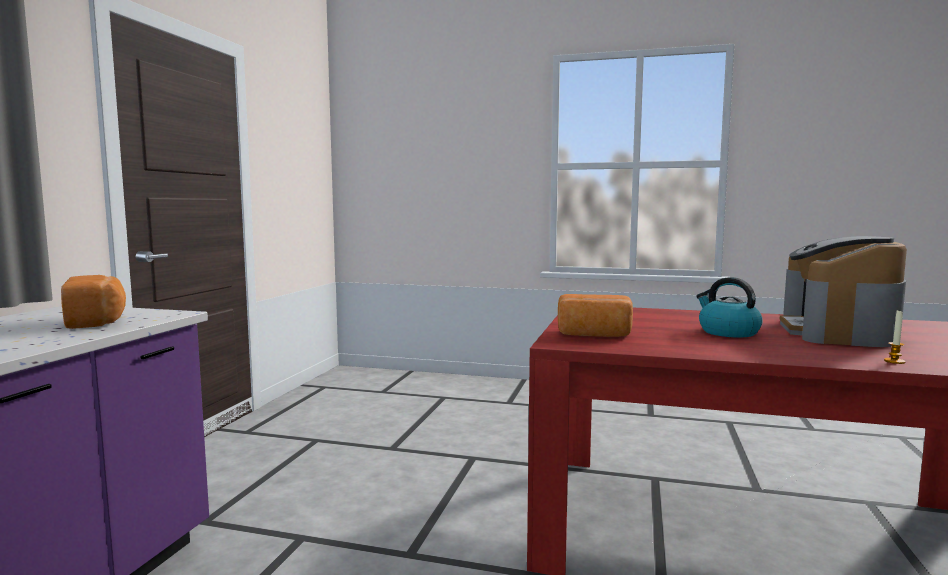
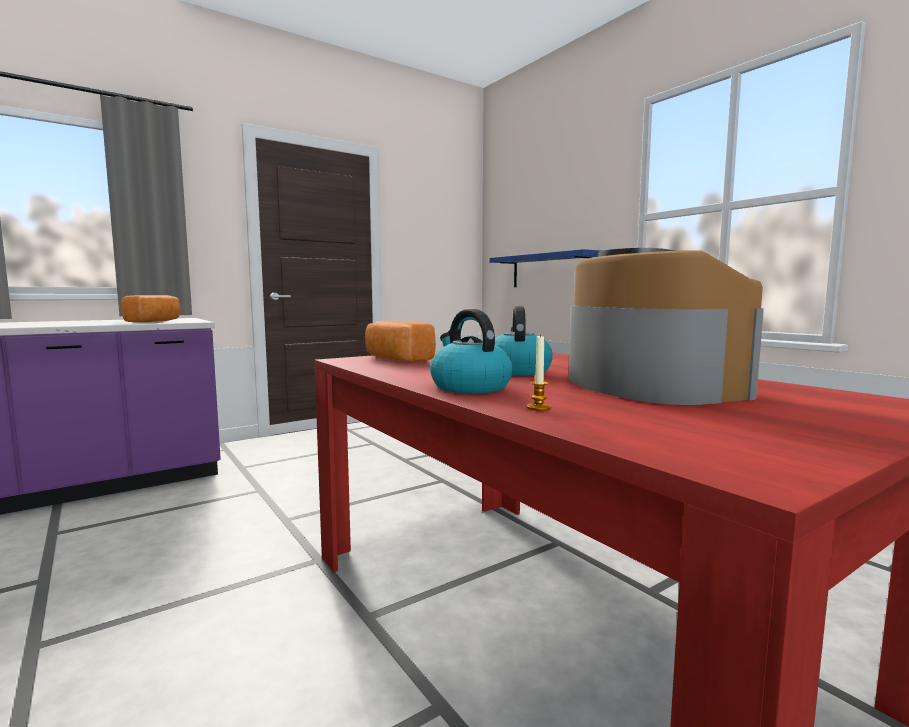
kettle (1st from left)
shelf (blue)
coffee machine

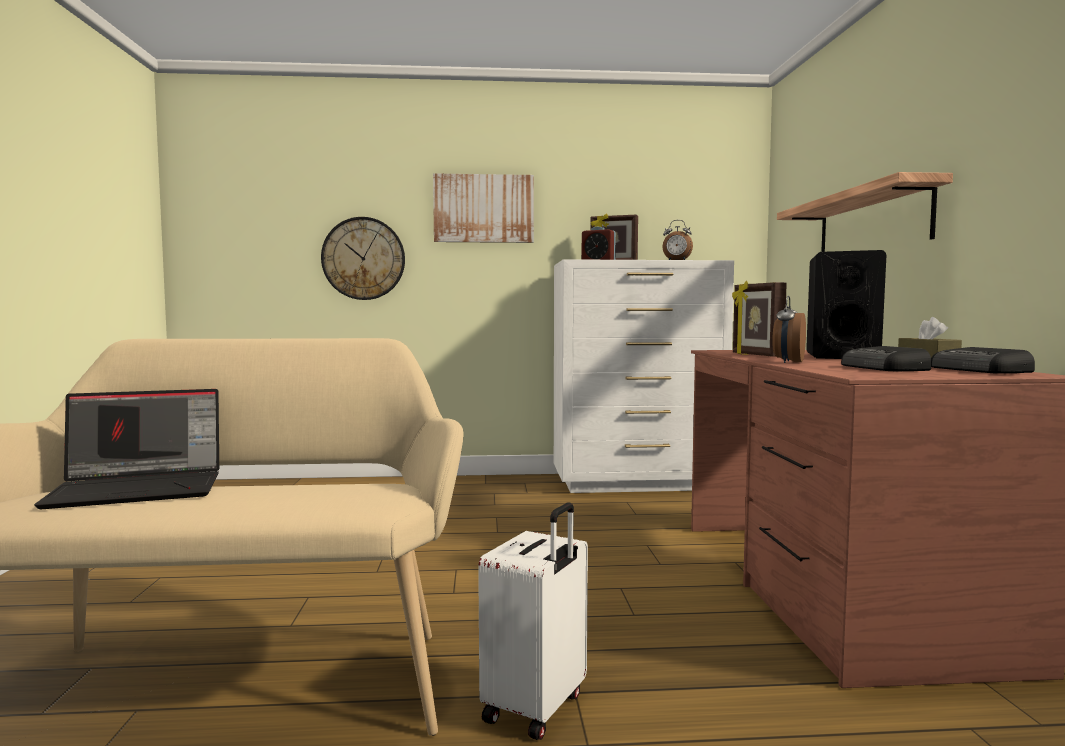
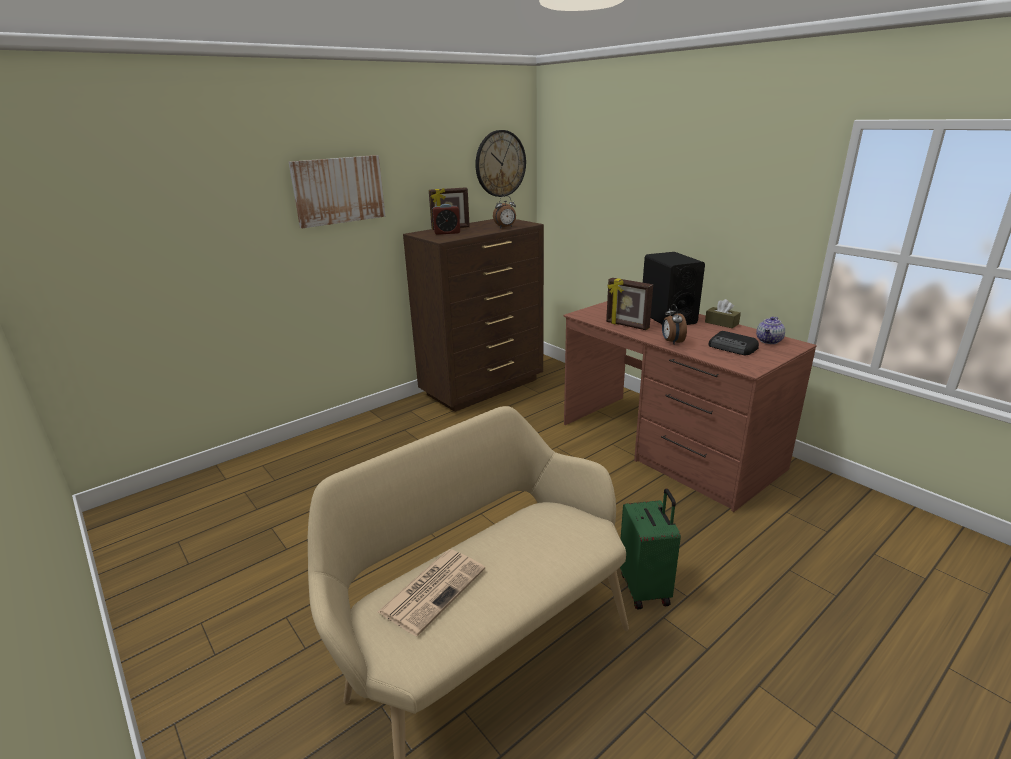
shelf
wall clock
newspaper
teapot
suitcase (green)
dresser (brown)

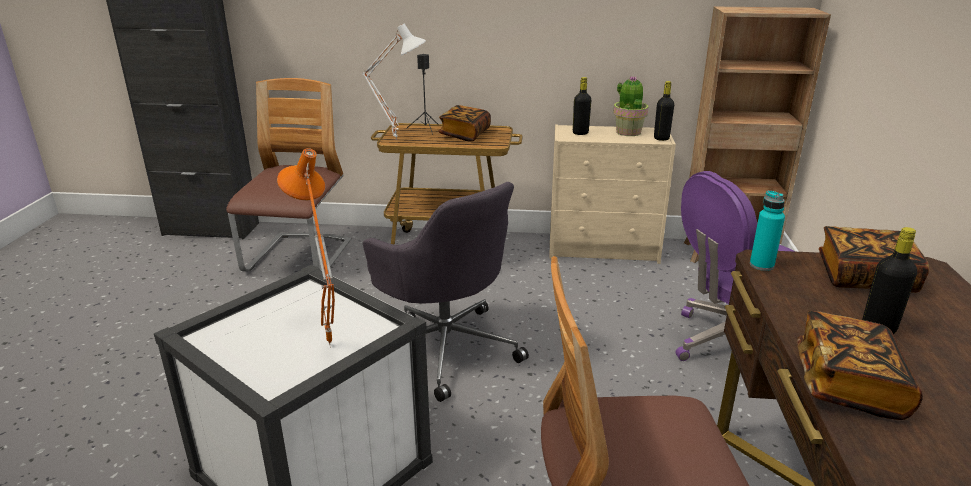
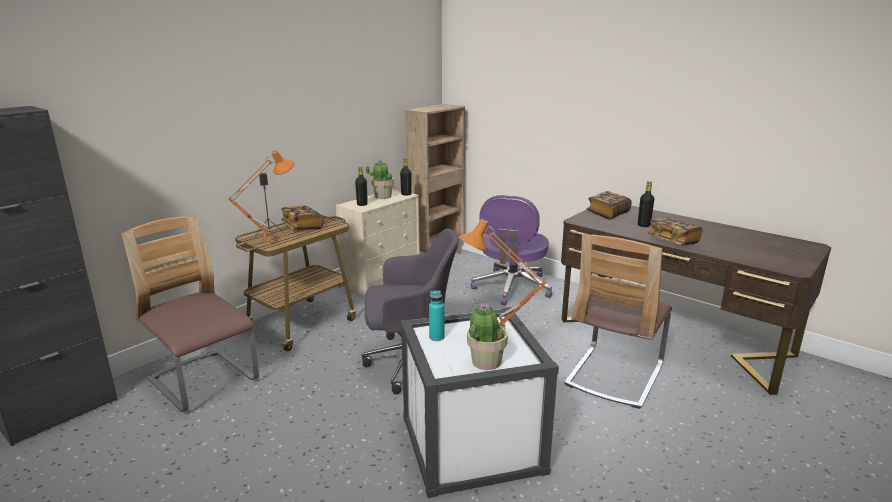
potted plant (2nd from left)
bottle (turquoise)
table lamp (orange) (1st from left)

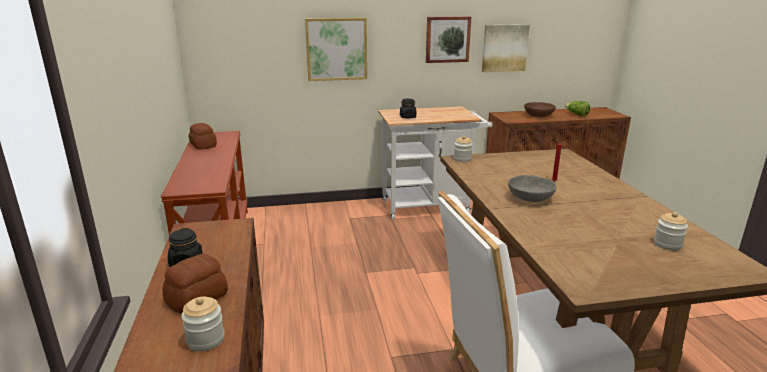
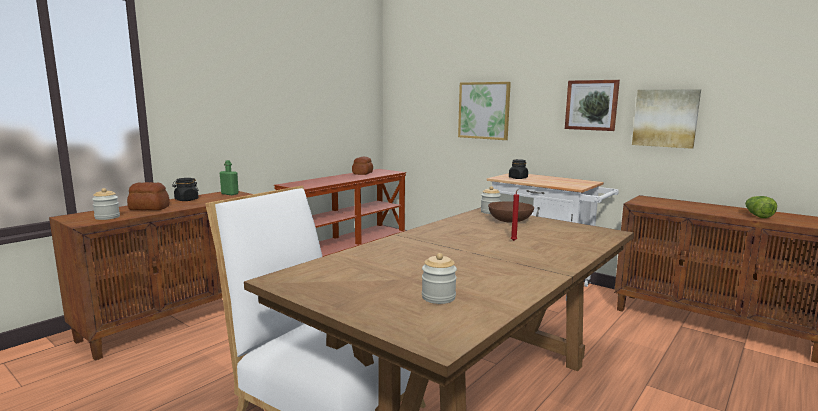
bowl (grey)
bottle (green)
bowl (brown)

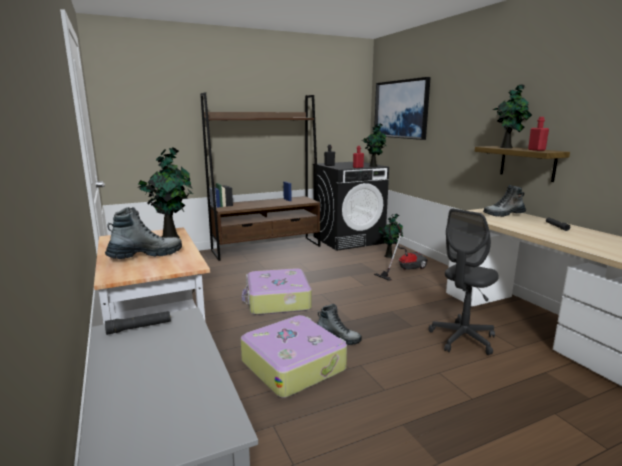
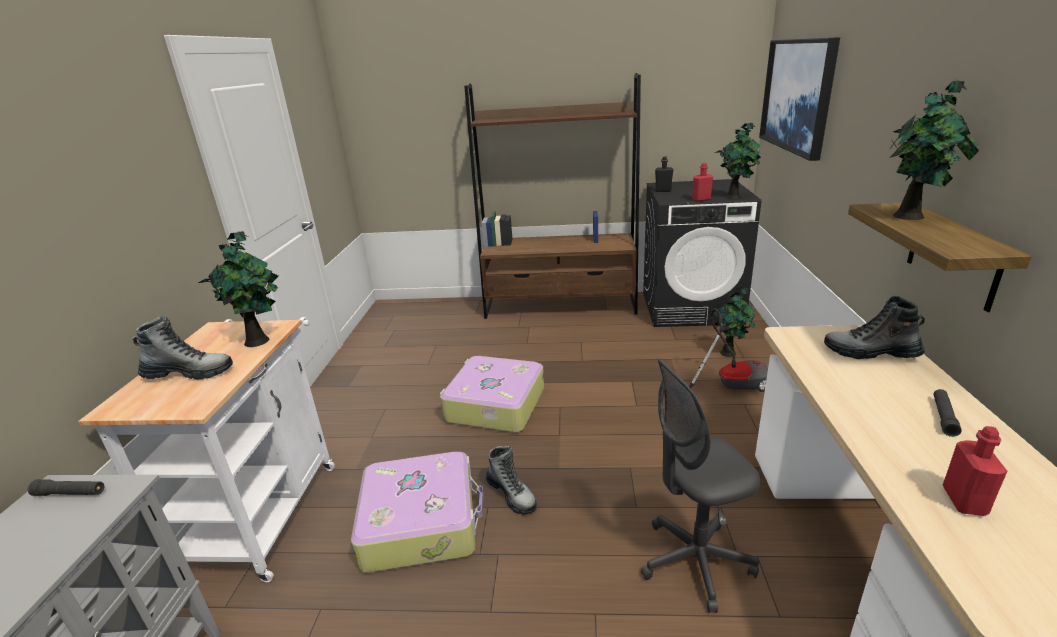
bottle (red) (2nd from left)

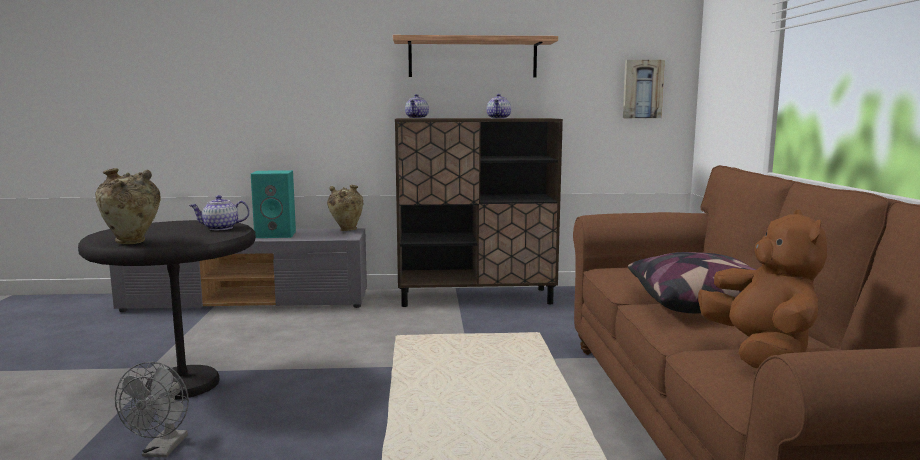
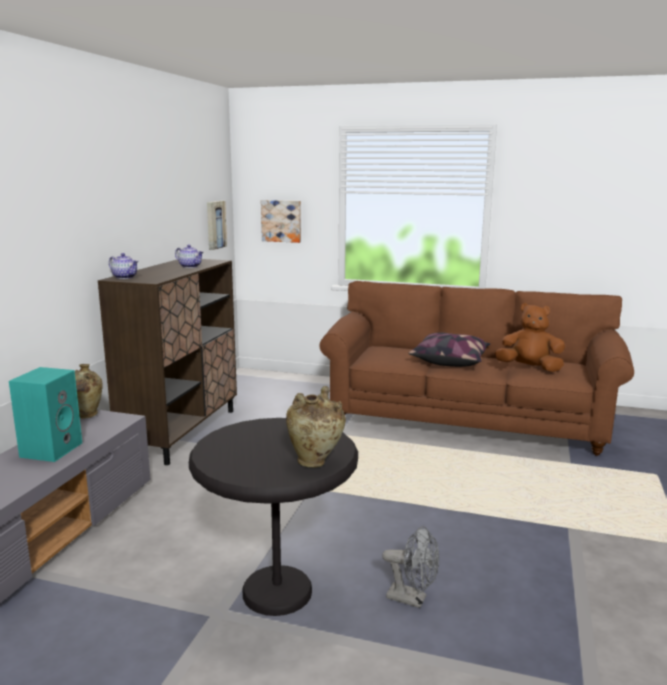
teapot (1st from left in the first image)
shelf
picture (2nd from left)

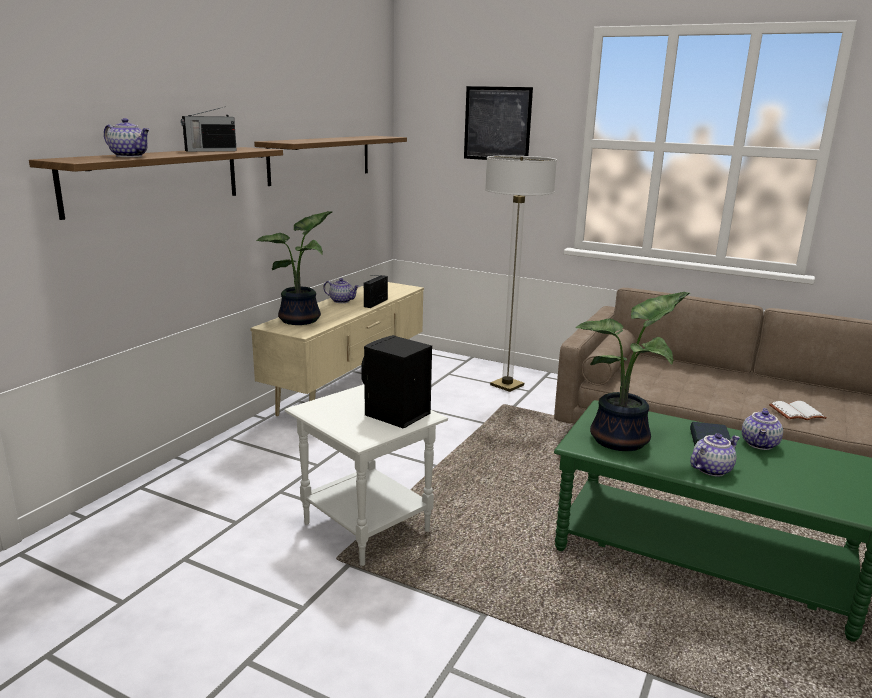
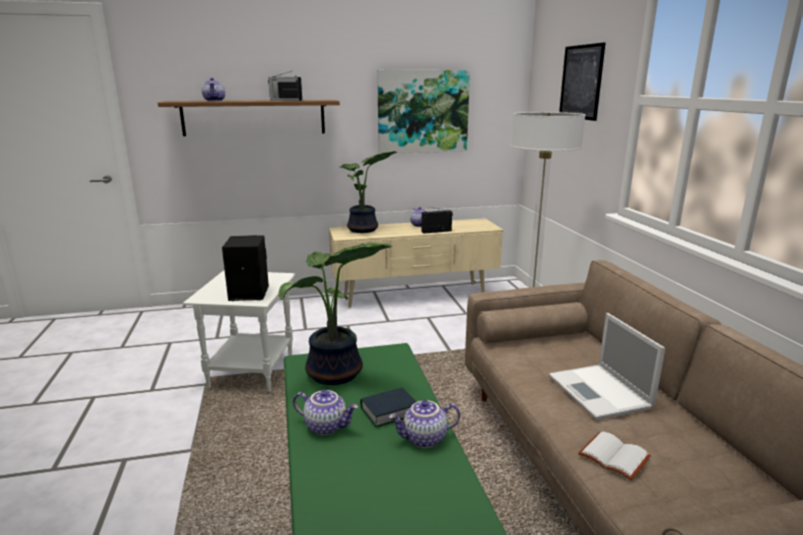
laptop
picture (1st from left)

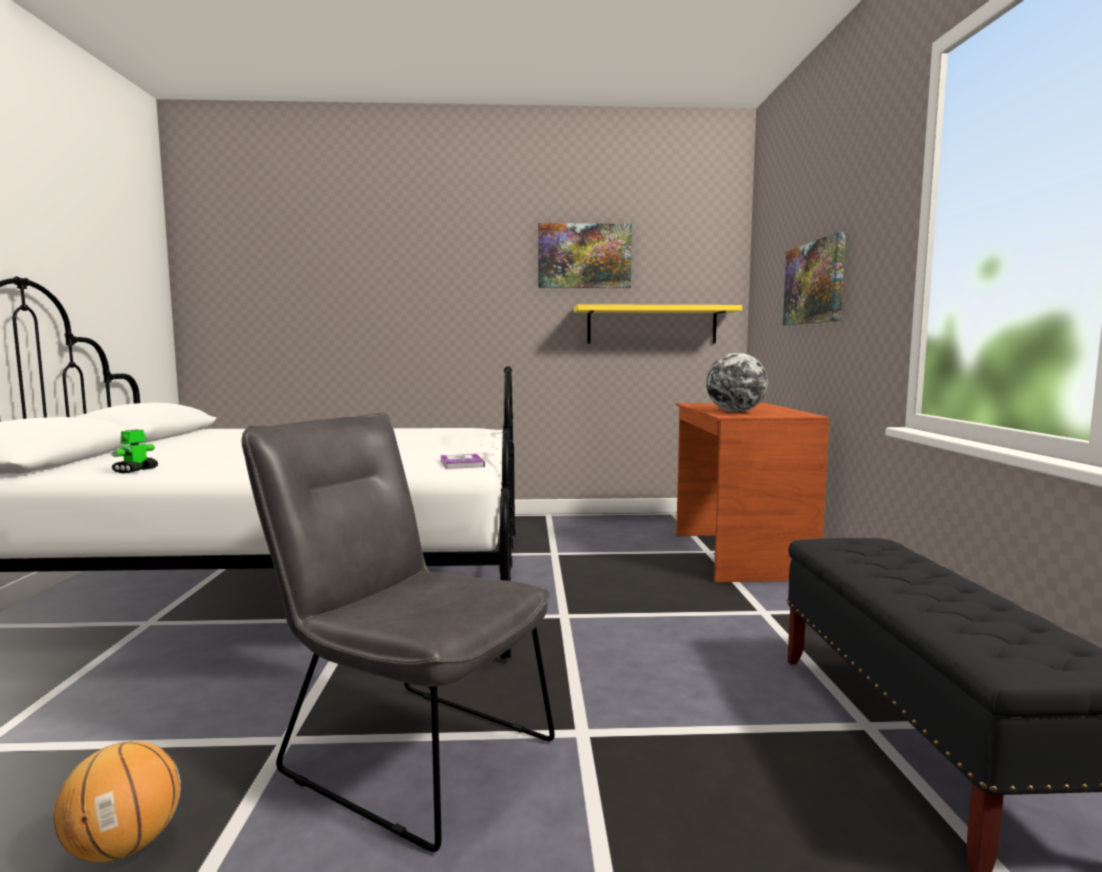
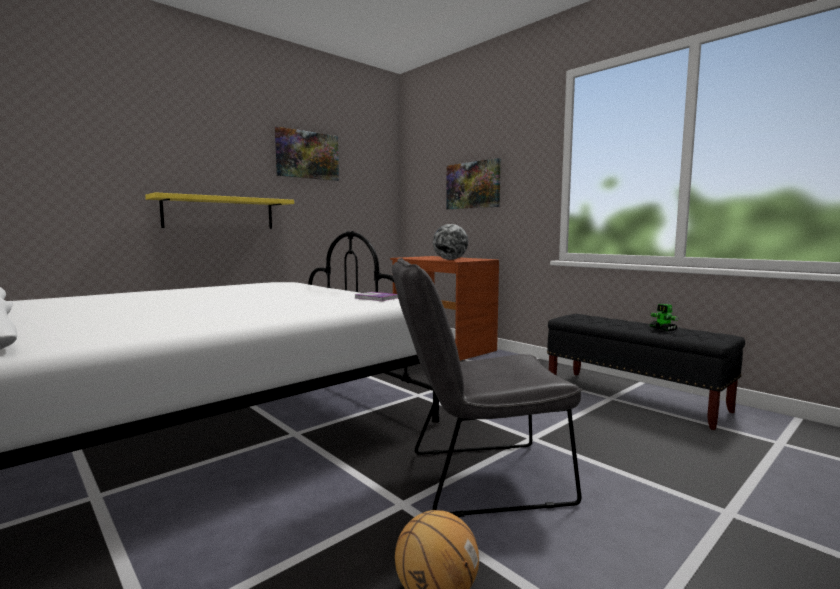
toy robot
shelf (yellow)

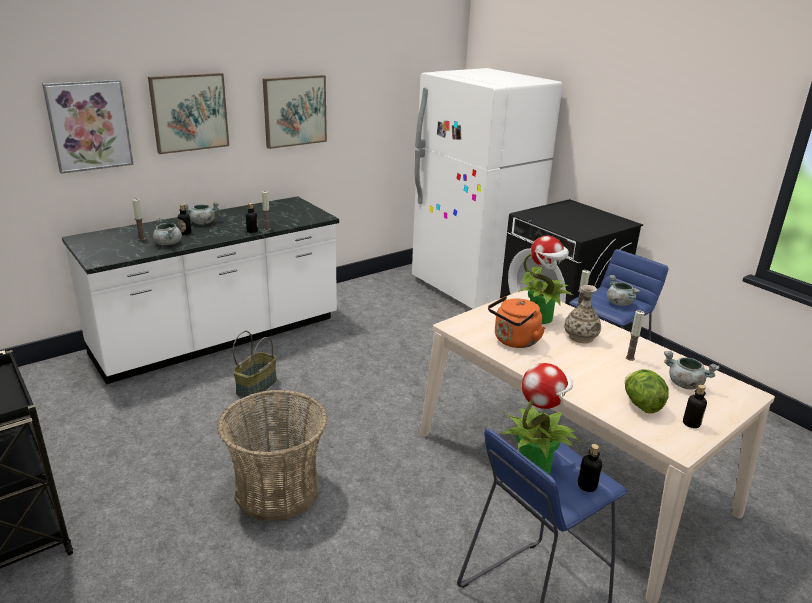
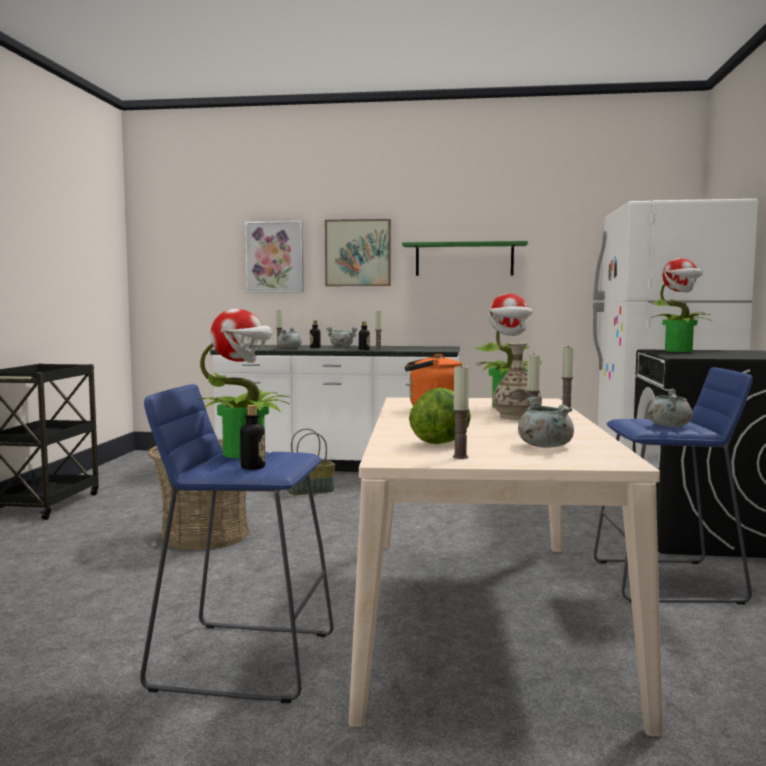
potted plant (3rd from left)
shelf (green)
candle (3rd from left)

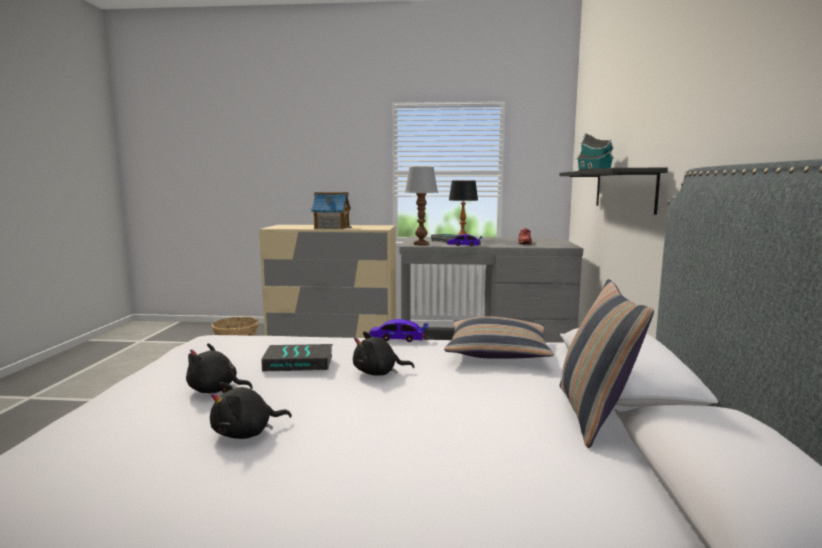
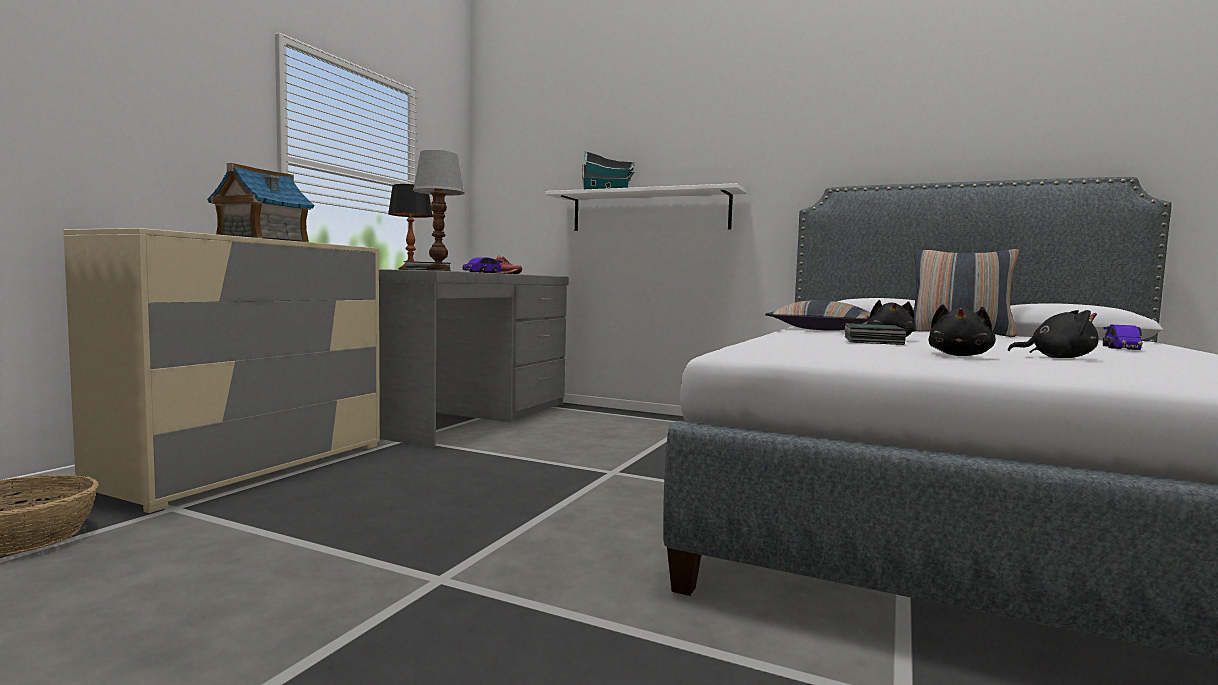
toy car (2nd from left)
shelf (white)
plush toy (black) (3rd from left)

